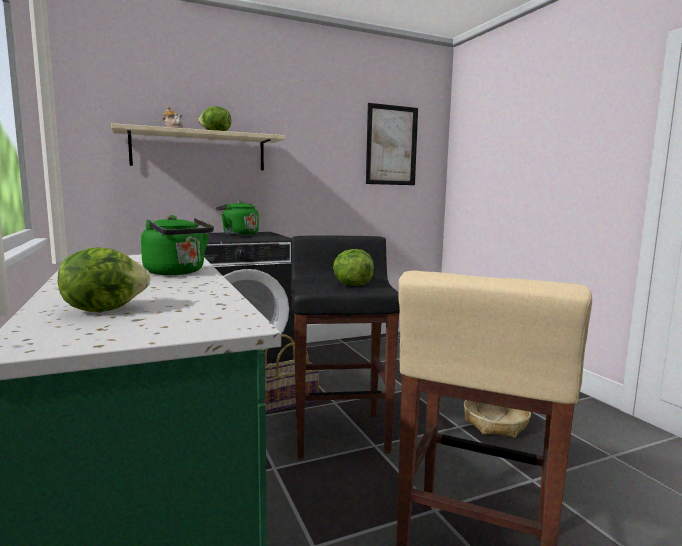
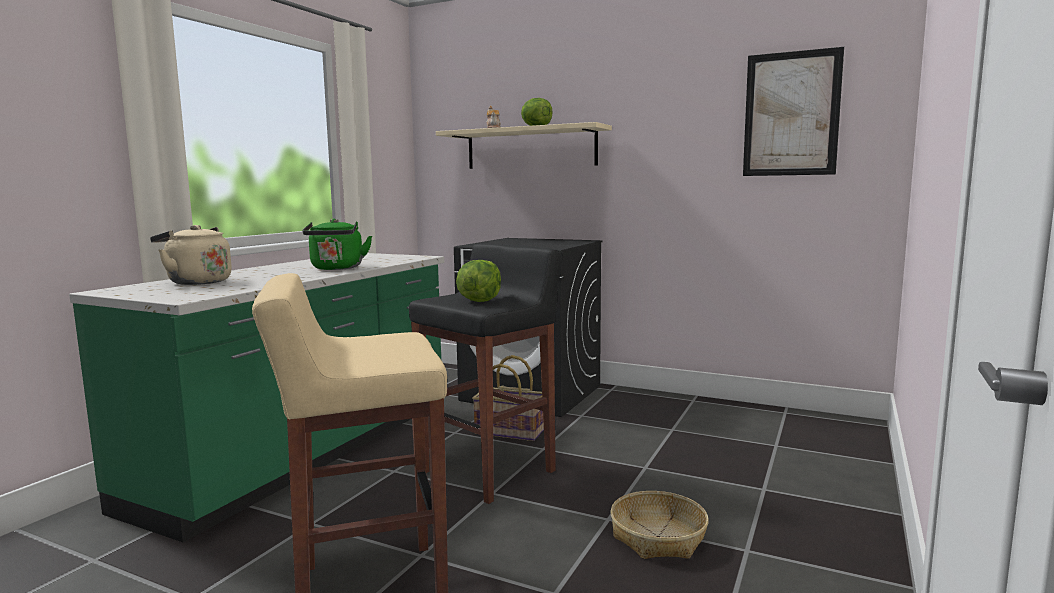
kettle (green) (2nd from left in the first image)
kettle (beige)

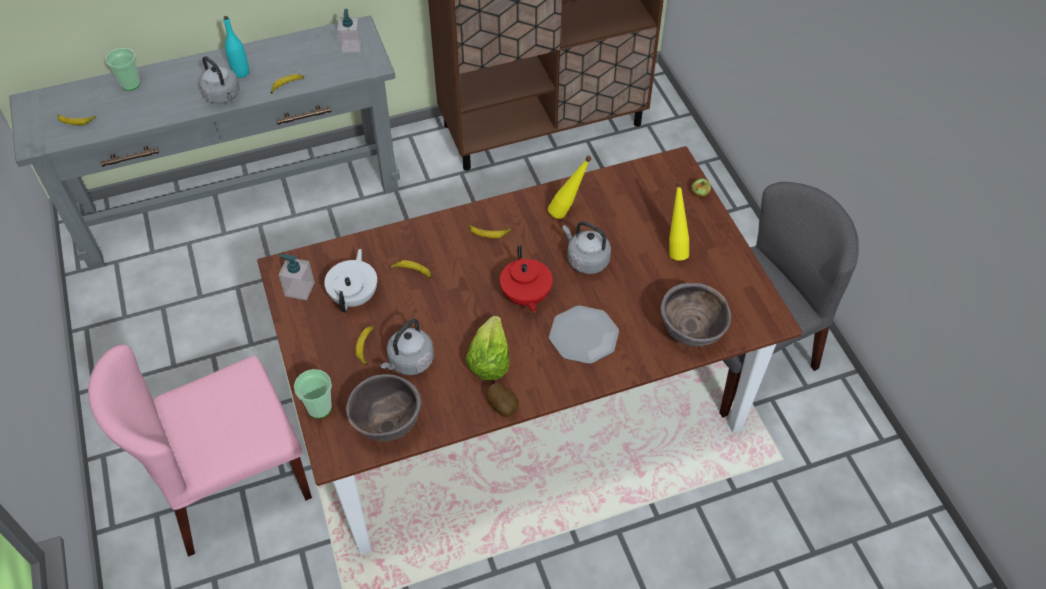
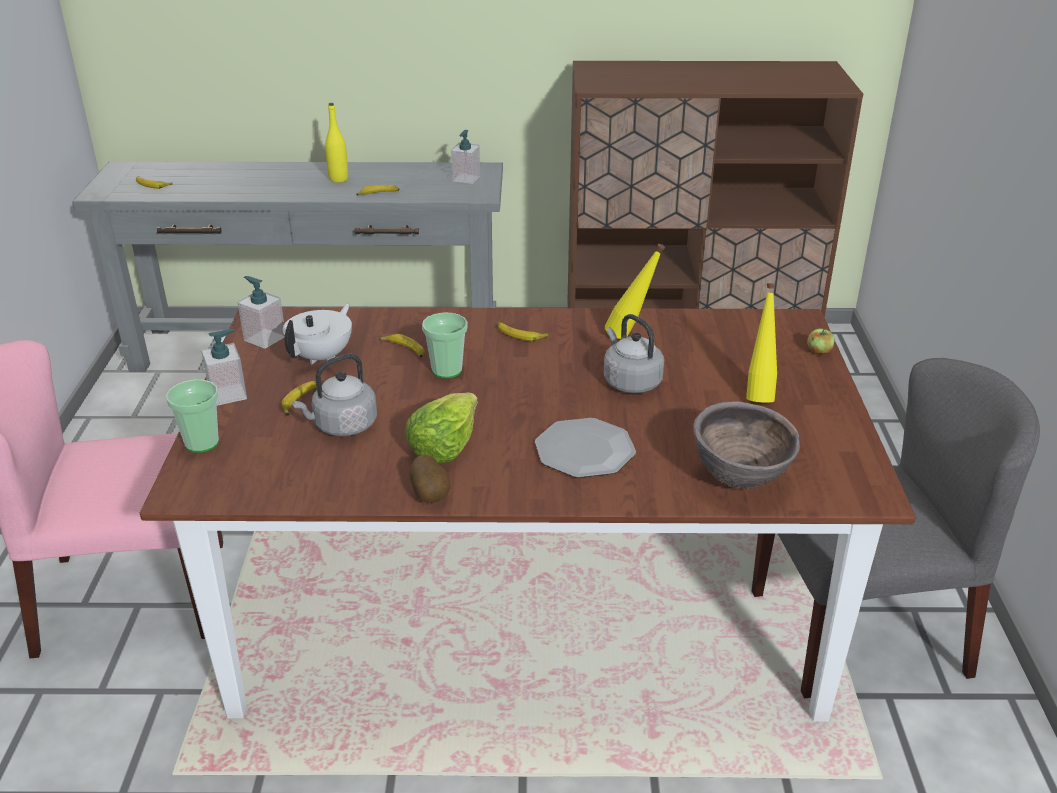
kettle (grey) (1st from left in the first image)
bowl (brown) (1st from left in the first image)
teapot (red)
soap dispenser (1st from left)
cup (2nd from left)
bottle (yellow) (1st from left)

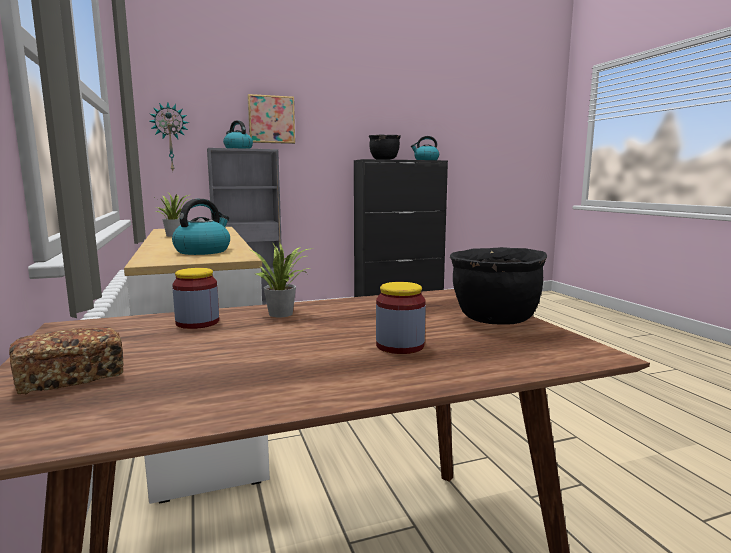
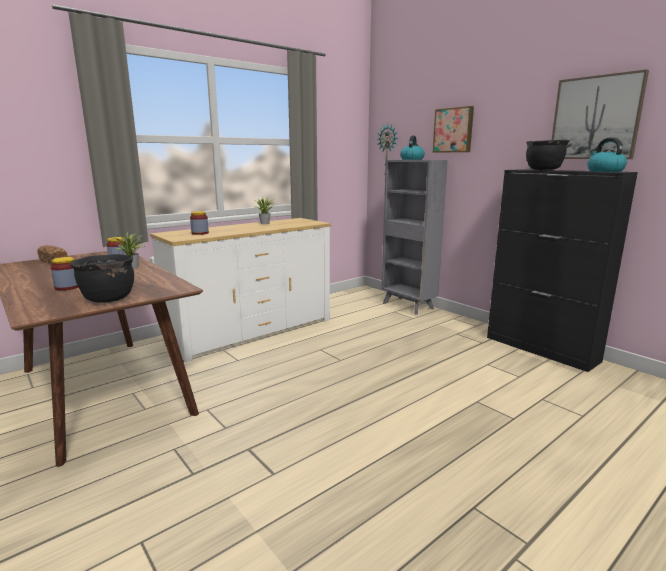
picture (2nd from left)
jar (3rd from left)

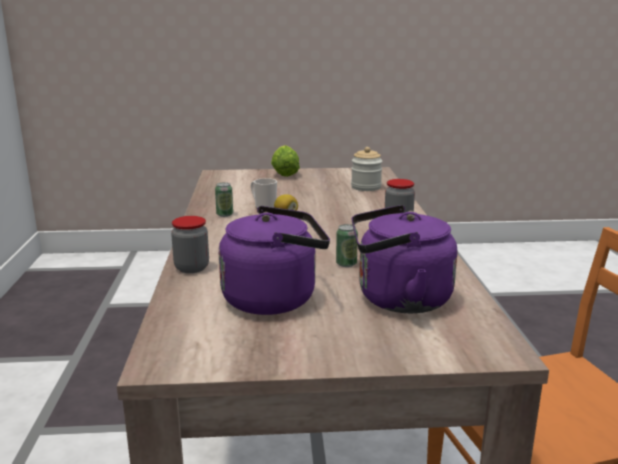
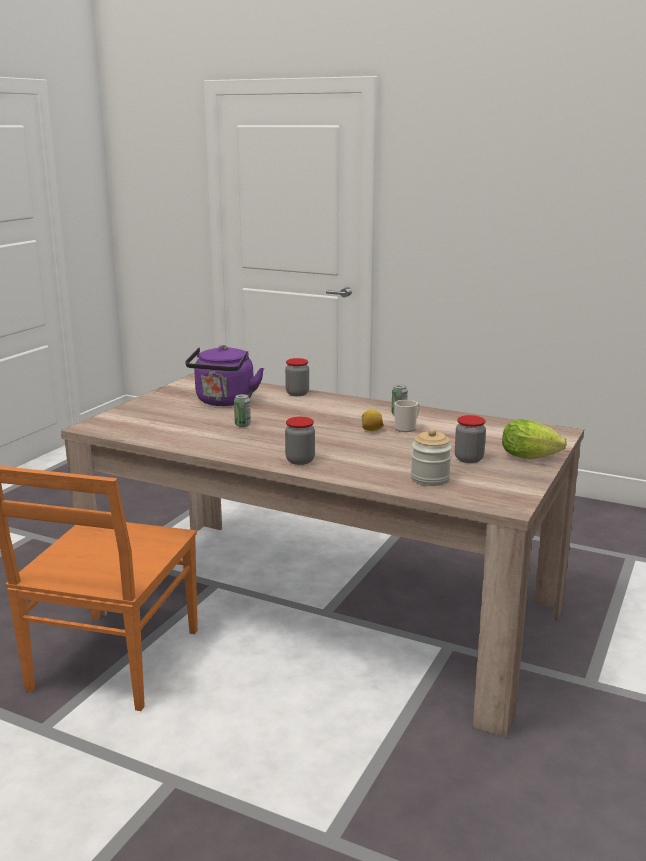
kettle (purple) (2nd from left in the first image)
jar (4th from left)

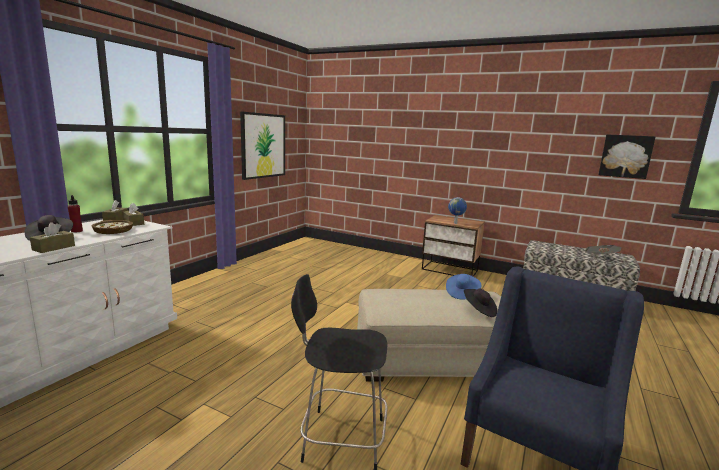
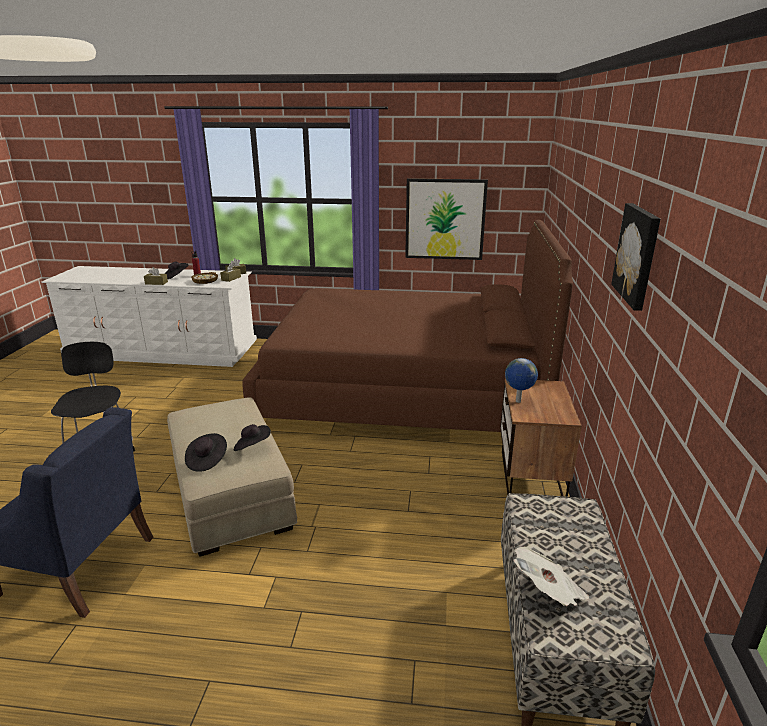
bed (brown)
picture (2nd from left)
hat (black) (3rd from left)

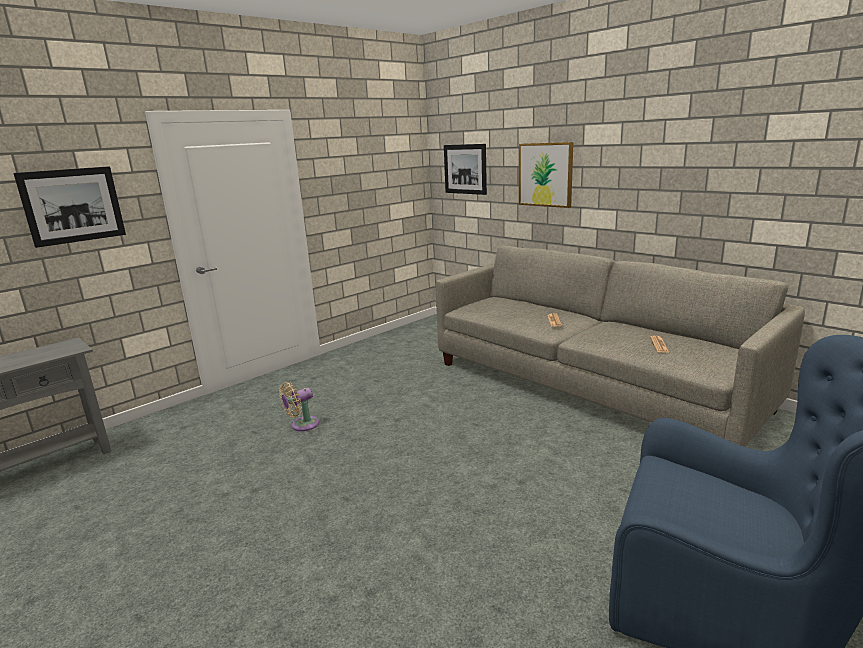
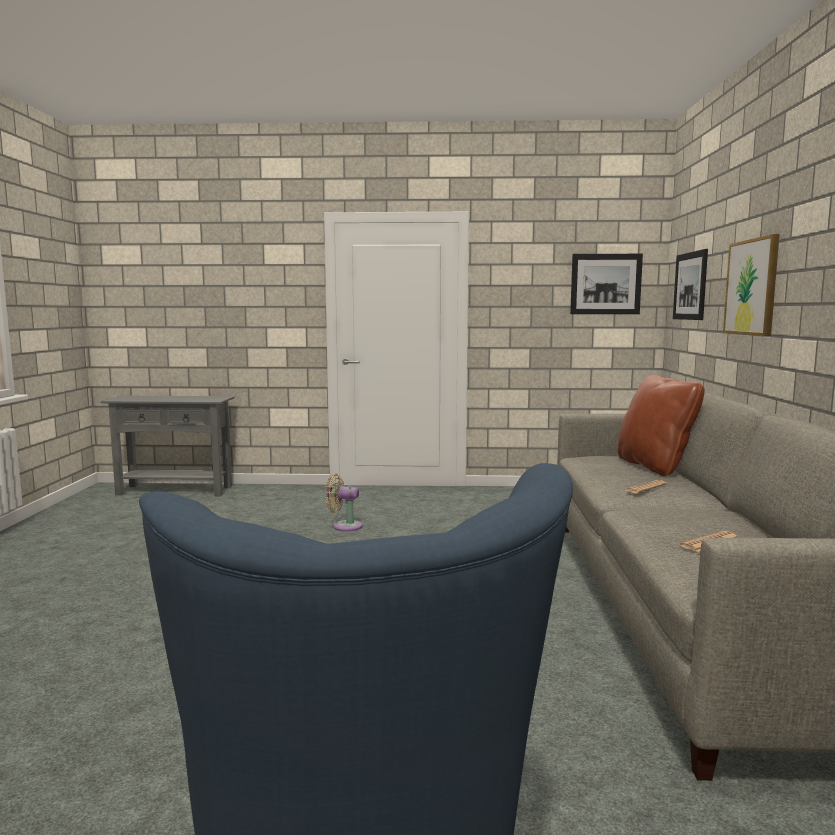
pillow (brown)
picture (1st from left)

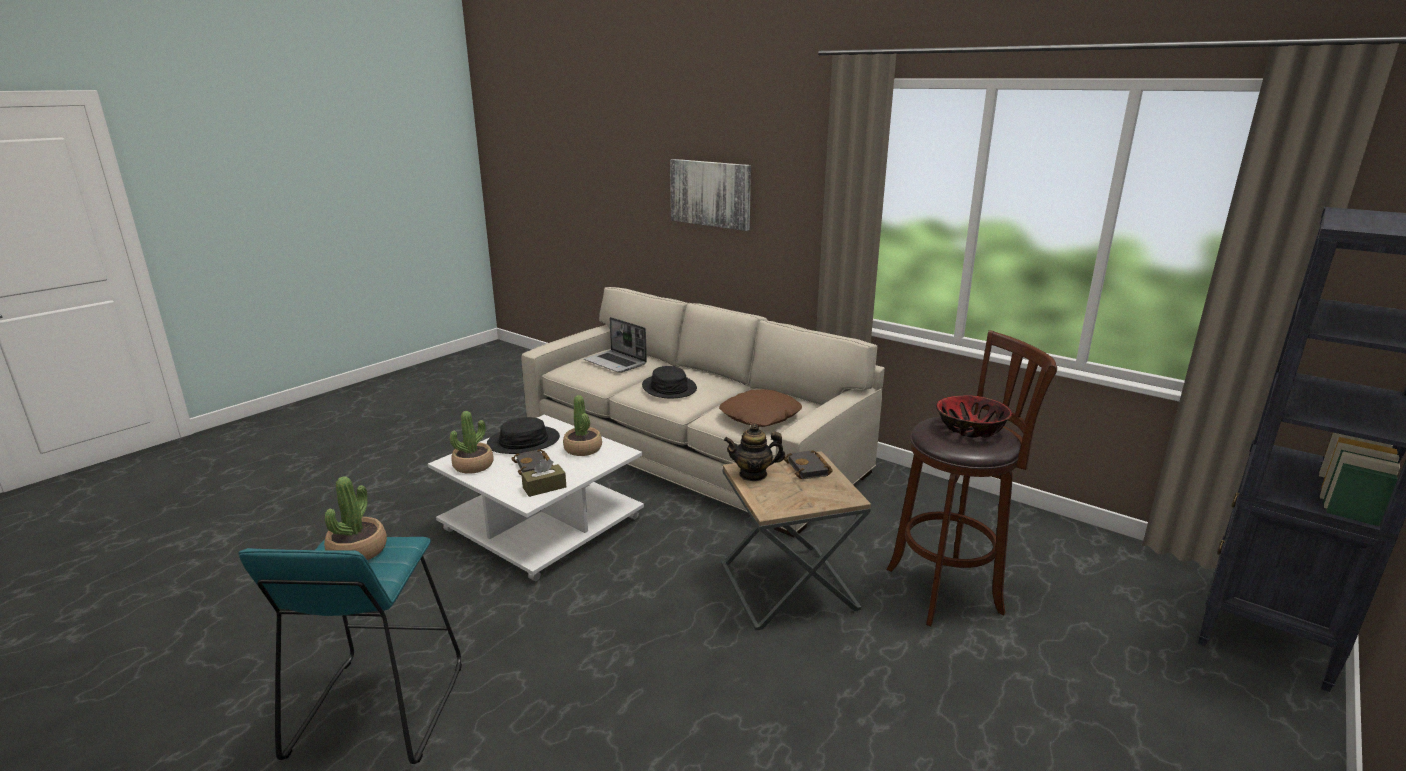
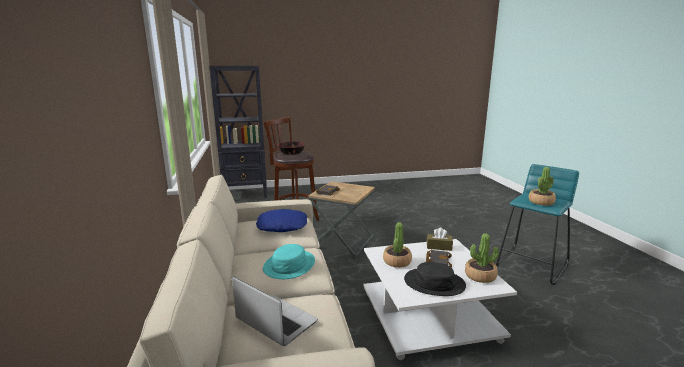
picture
teapot
hat (turquoise)
pillow (blue)
laptop

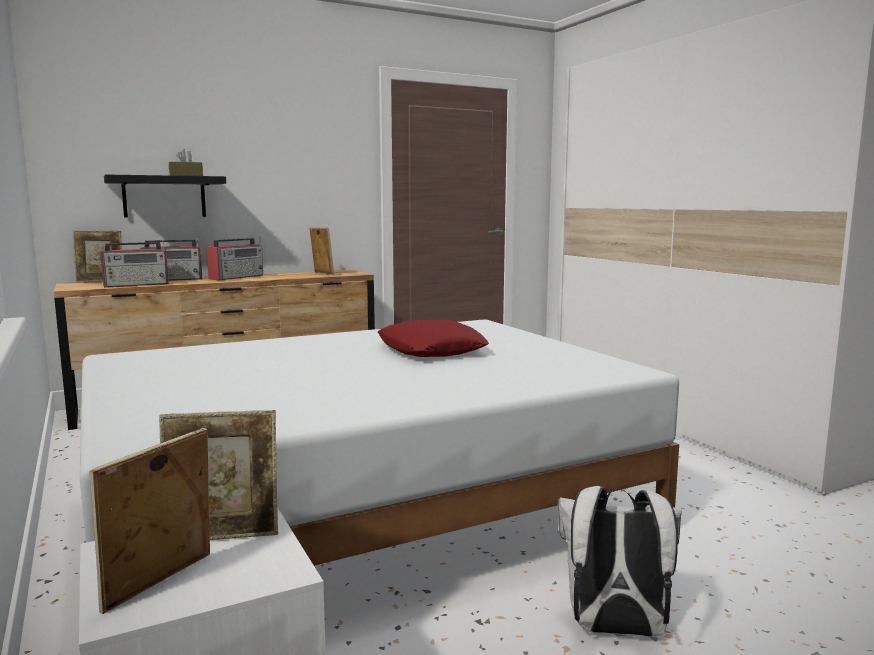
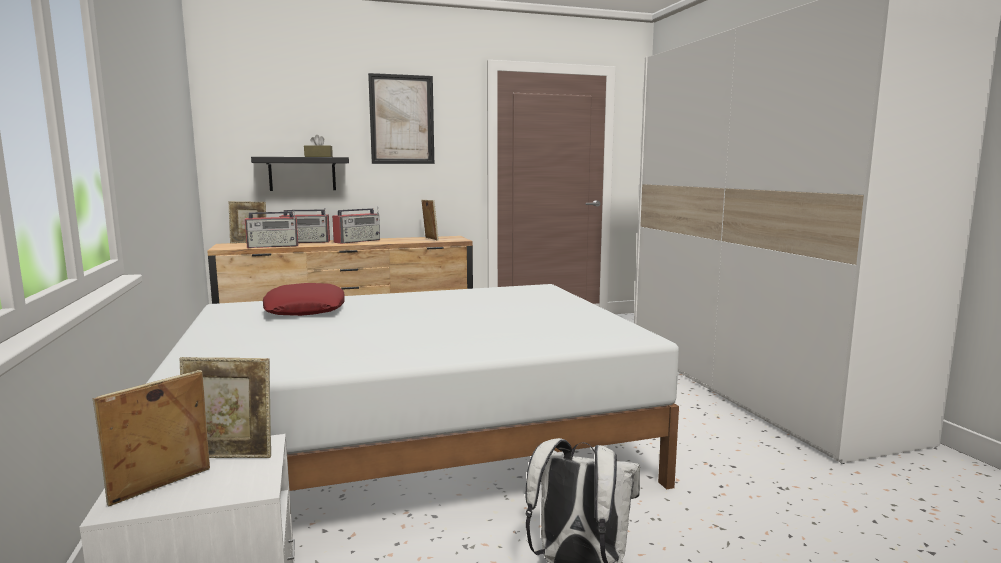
picture
pillow (red)

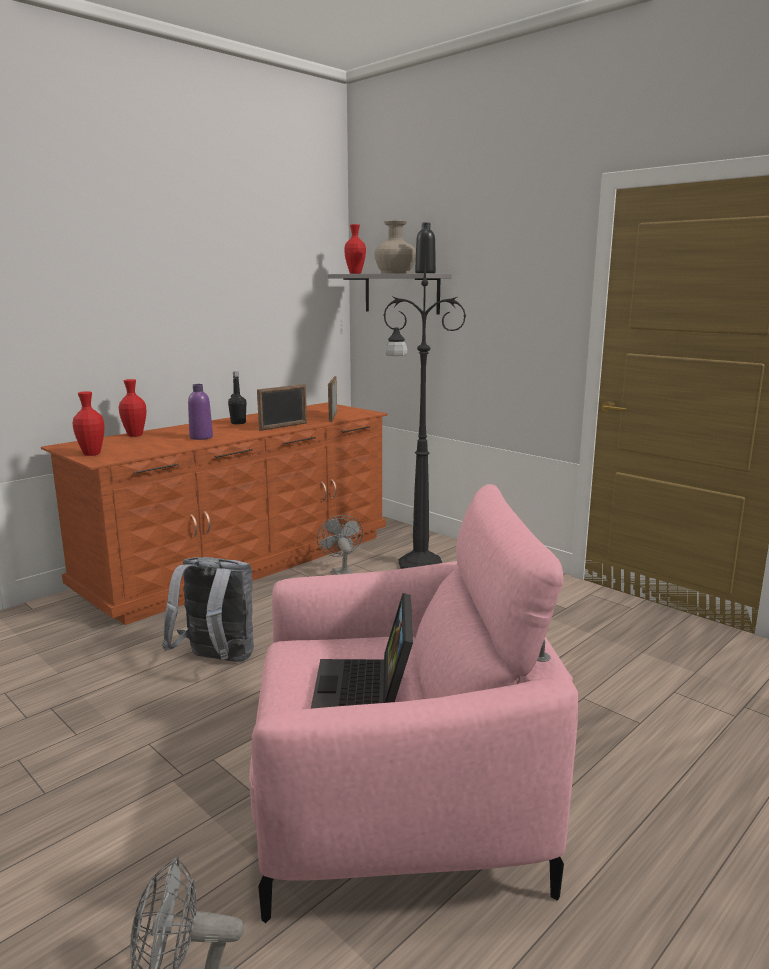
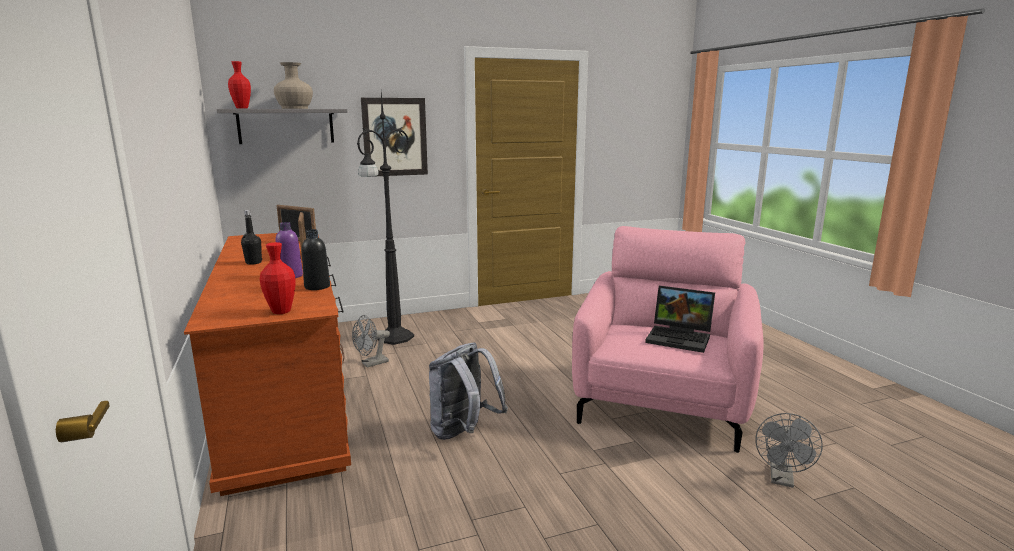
vase (red) (2nd from left in the first image)
picture
bottle (black) (2nd from left)
fan (grey) (1st from left)

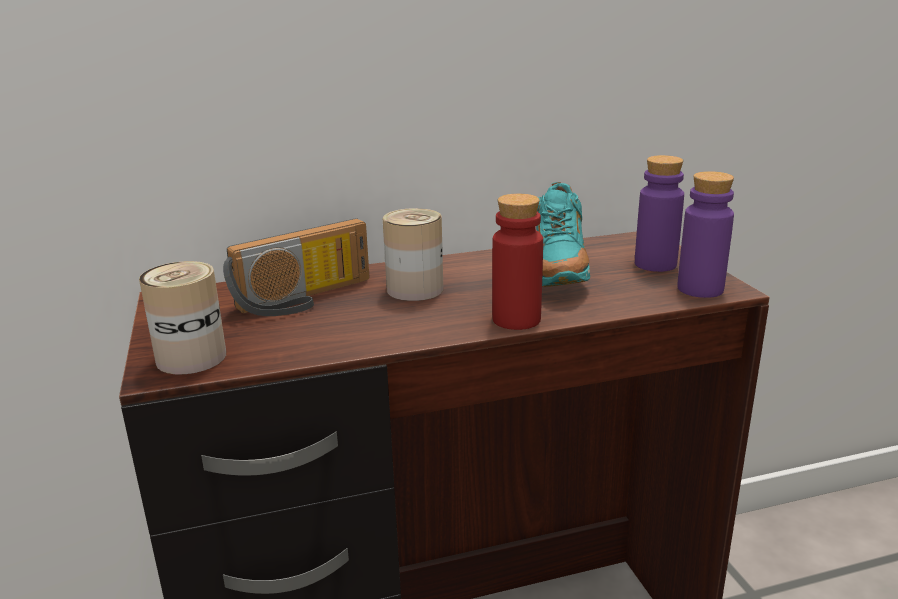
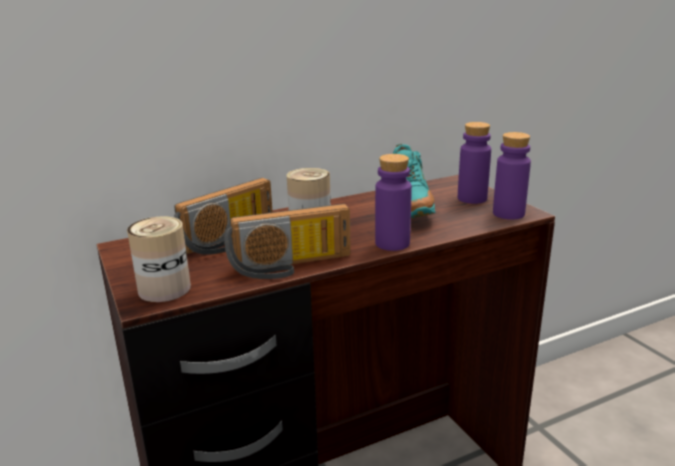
radio (2nd from left)
bottle (purple) (1st from left)

